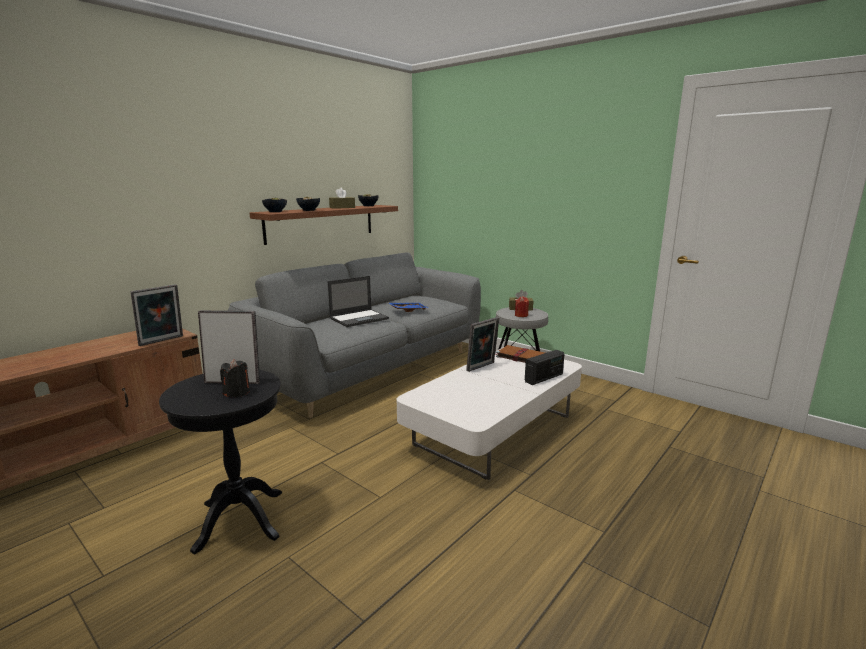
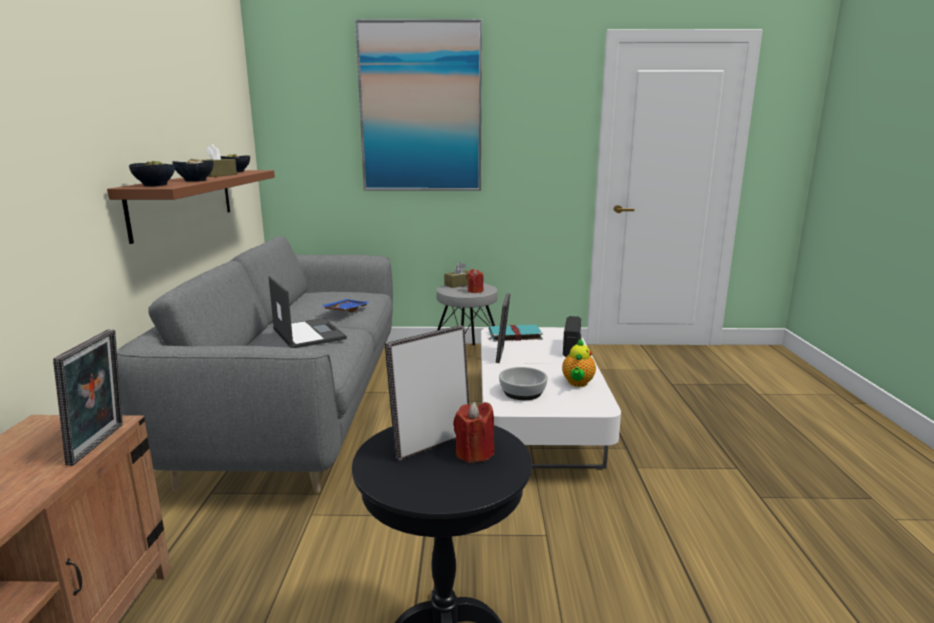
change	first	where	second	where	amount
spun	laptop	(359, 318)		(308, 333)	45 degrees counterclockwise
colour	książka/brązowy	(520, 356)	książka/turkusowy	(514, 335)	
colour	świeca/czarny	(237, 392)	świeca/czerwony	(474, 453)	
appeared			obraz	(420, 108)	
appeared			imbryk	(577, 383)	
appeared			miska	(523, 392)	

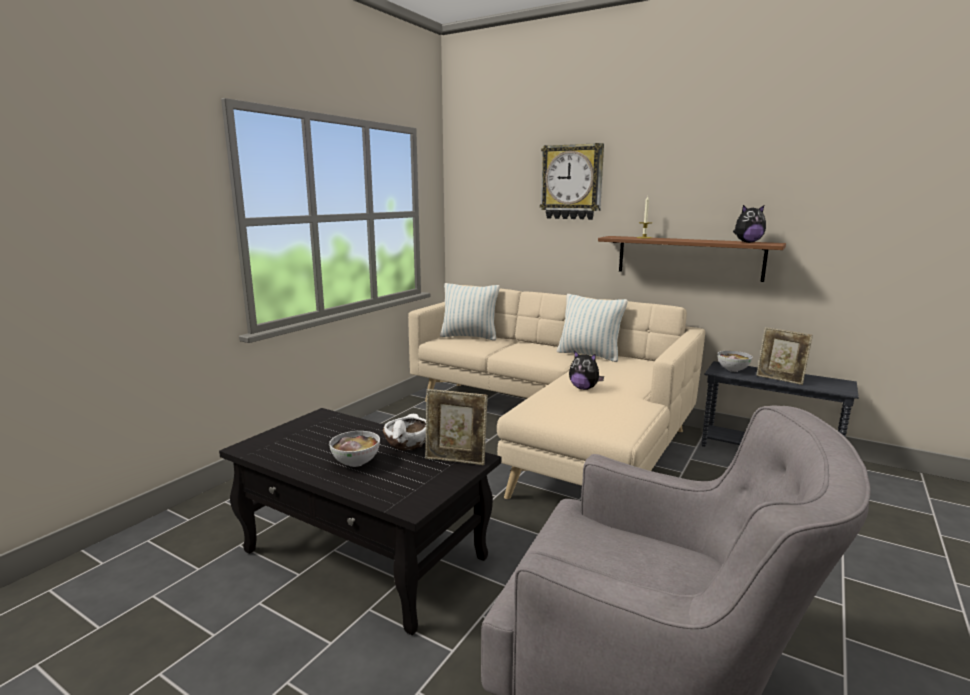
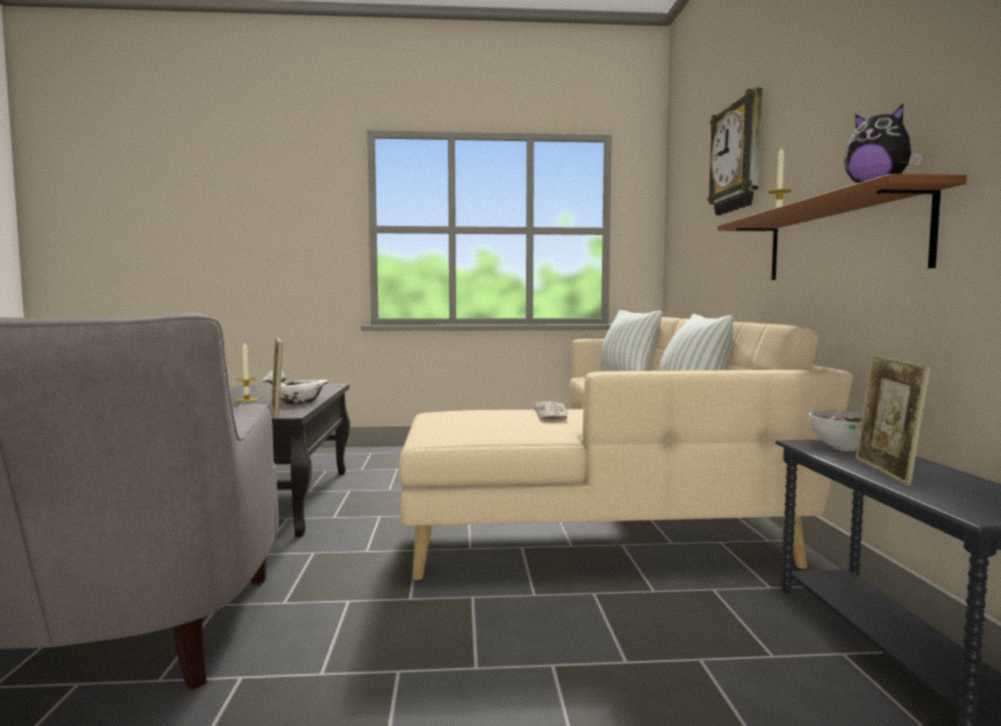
change	first	where	second	where	amount
exchanged	pluszak	(584, 388)	gazeta	(552, 414)	
exchanged	miska	(356, 463)	świeca	(247, 400)	

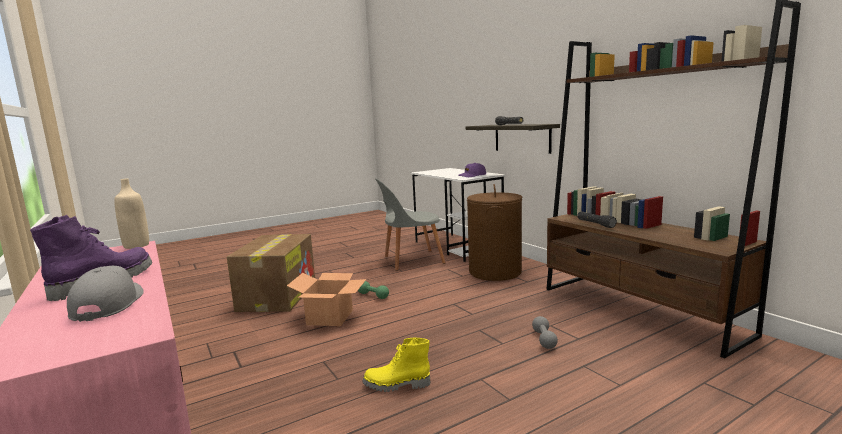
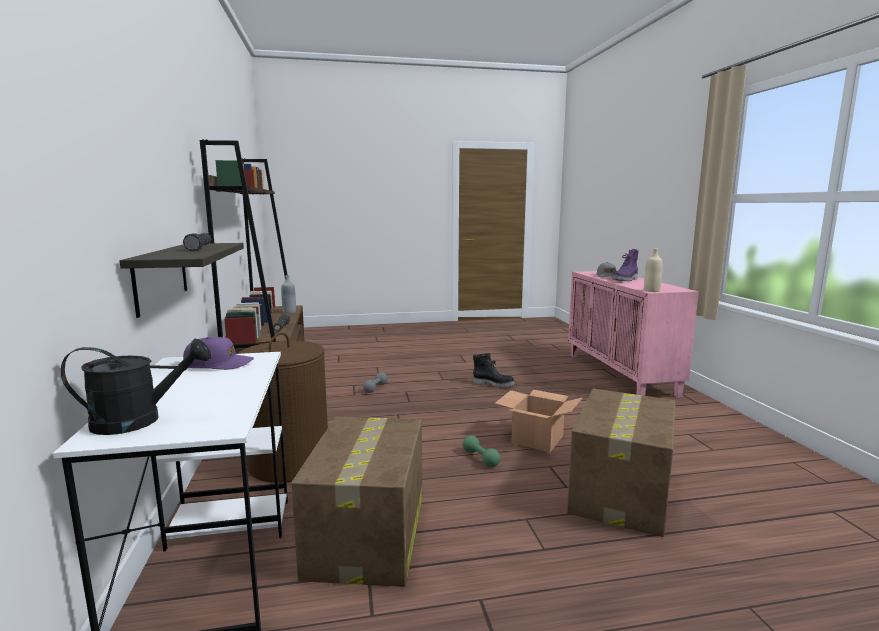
change	first	where	second	where	amount
exchanged	krzesło/szary	(411, 260)	karton	(367, 536)	
colour	but z cholewką/żółty	(396, 385)	but z cholewką/czarny	(493, 384)	
appeared			butelka/szary	(289, 312)	
appeared			konewka/czarny	(139, 420)	

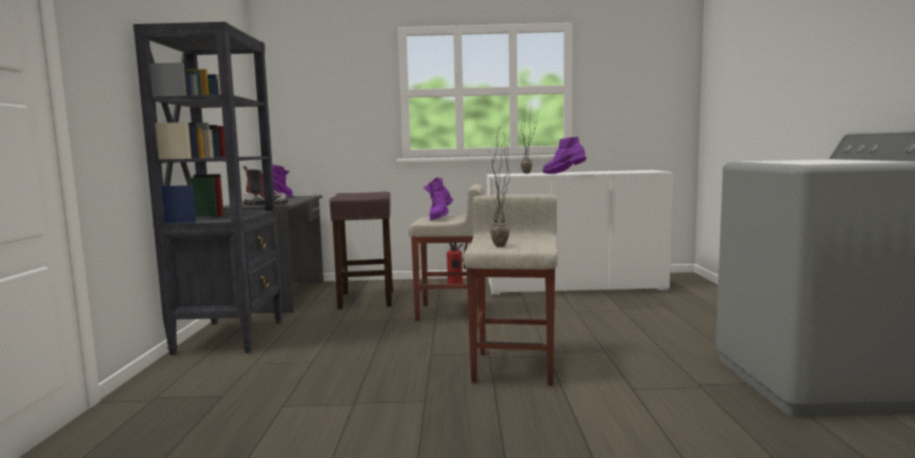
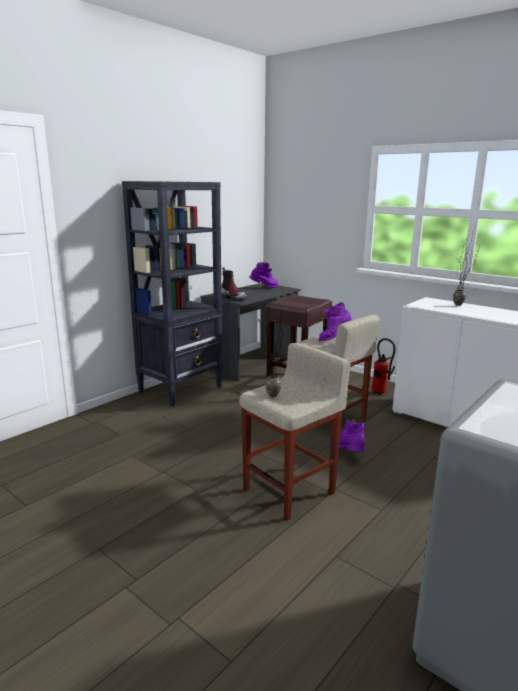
change	first	where	second	where	amount
relocated	but z cholewką/fioletowy	(564, 174)		(347, 455)	

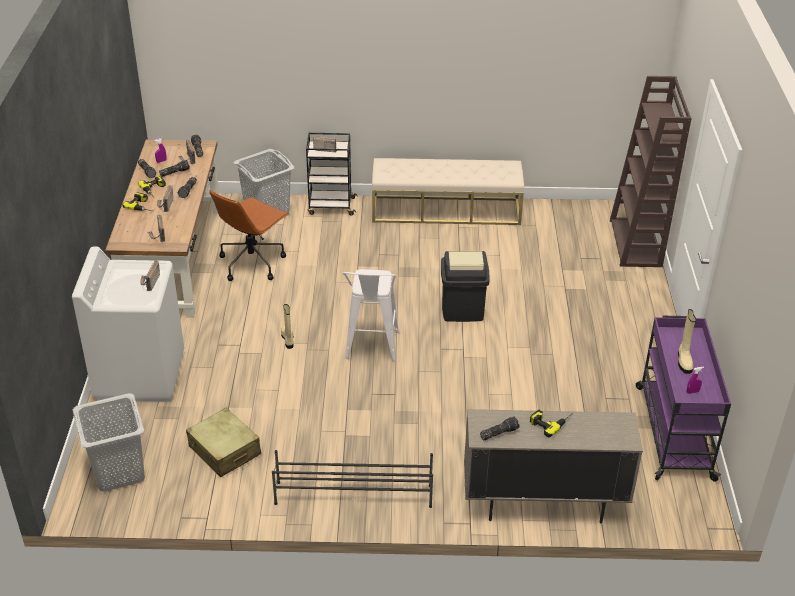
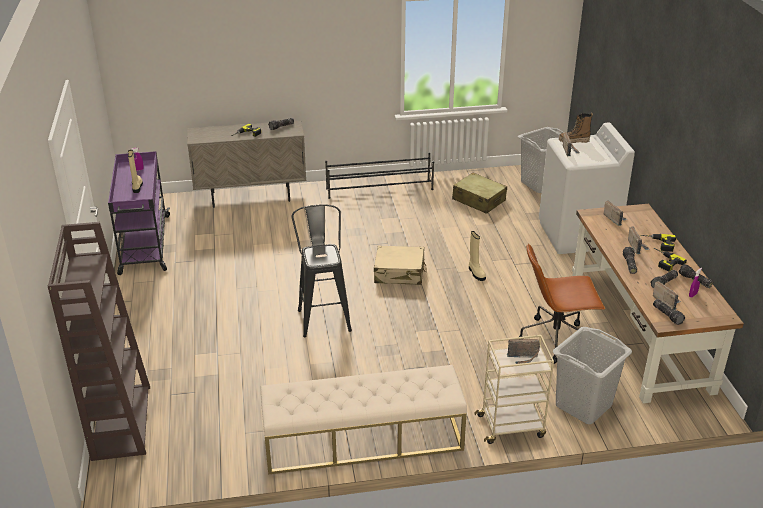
change	first	where	second	where	amount
colour	wózek/czarny	(331, 206)	wózek/beżowy	(511, 426)	
spun	krzesło biurowe/brązowy	(252, 262)		(556, 339)	120 degrees counterclockwise
exchanged	kosz na śmieci/czarny	(462, 310)	stołek/czarny	(323, 316)	
exchanged	stołek/biały	(371, 350)	walizka/beżowy	(399, 273)	
appeared			but z cholewką	(573, 141)	

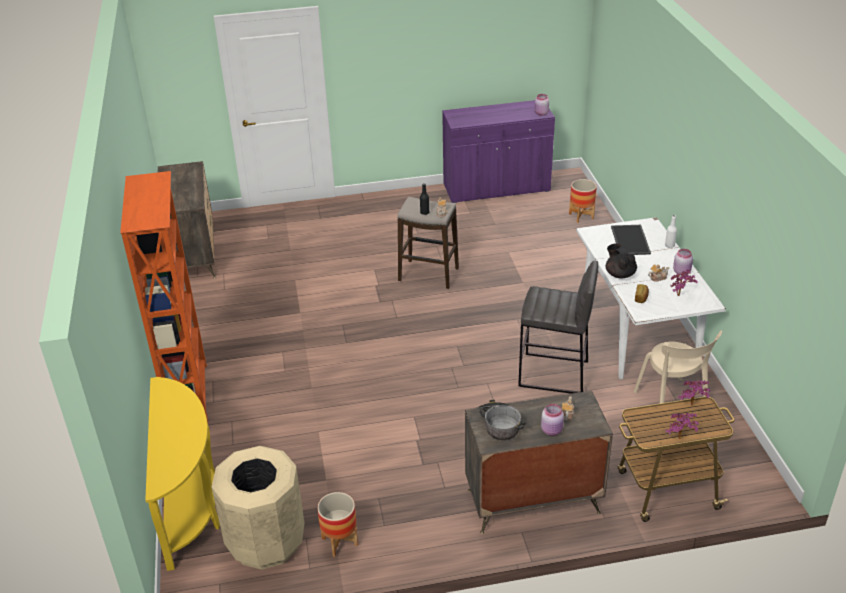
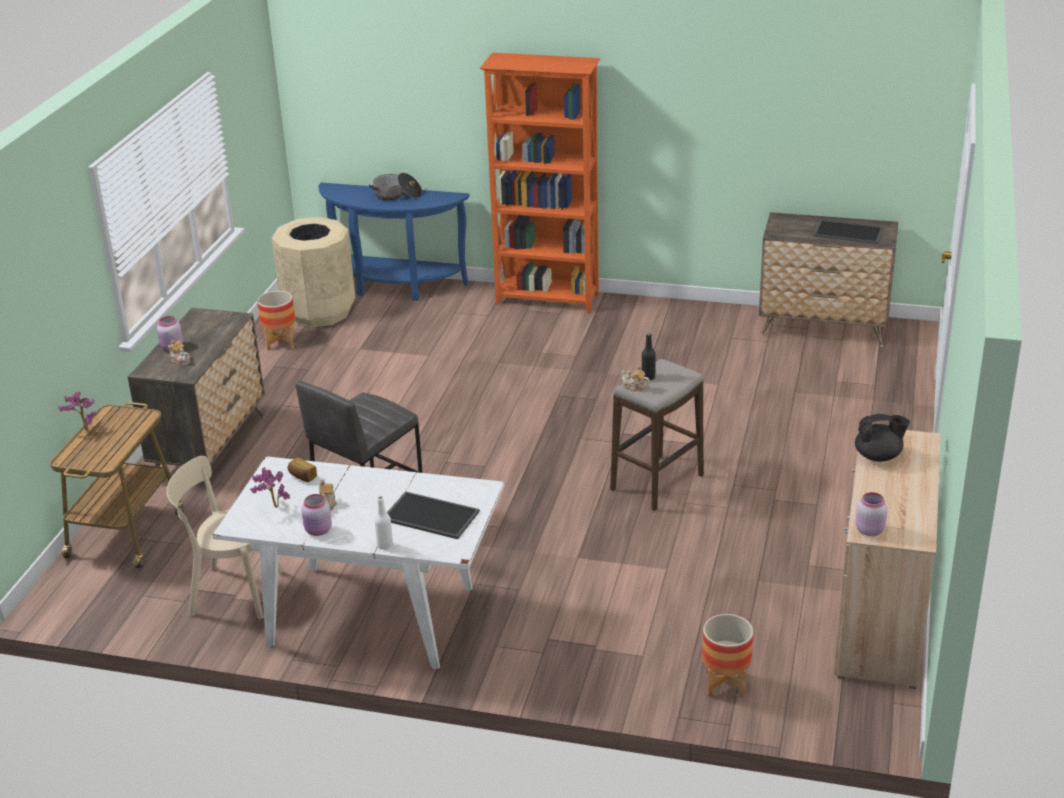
change	first	where	second	where	amount
colour	szafka/fioletowy	(496, 188)	szafka/beżowy	(879, 617)	
relocated	imbryk/czarny	(619, 274)		(878, 456)	
colour	stolik konsolowy/żółty	(191, 507)	stolik konsolowy/niebieski	(395, 286)	
missing	roślina doniczkowa	(692, 406)			
relocated	garnek	(499, 425)		(397, 195)	
appeared			taca	(849, 232)	

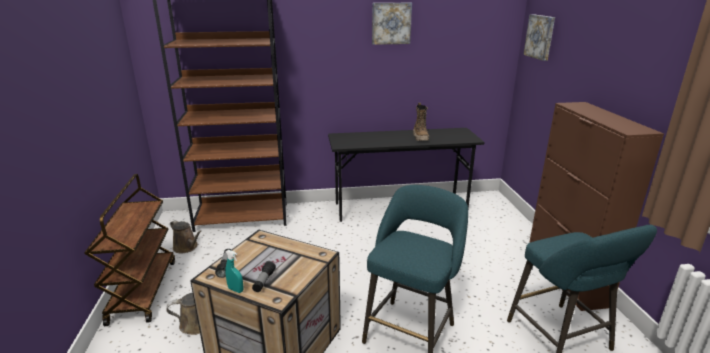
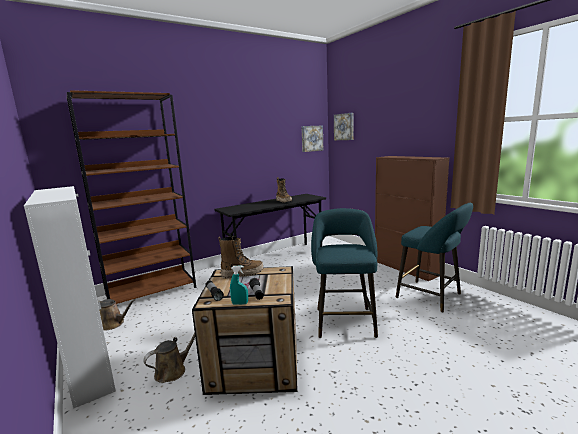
change	first	where	second	where	amount
relocated	obraz	(391, 23)		(311, 138)	
exchanged	wózek/brązowy	(143, 290)	szafka/biały	(91, 367)	
appeared			but z cholewką	(242, 274)	

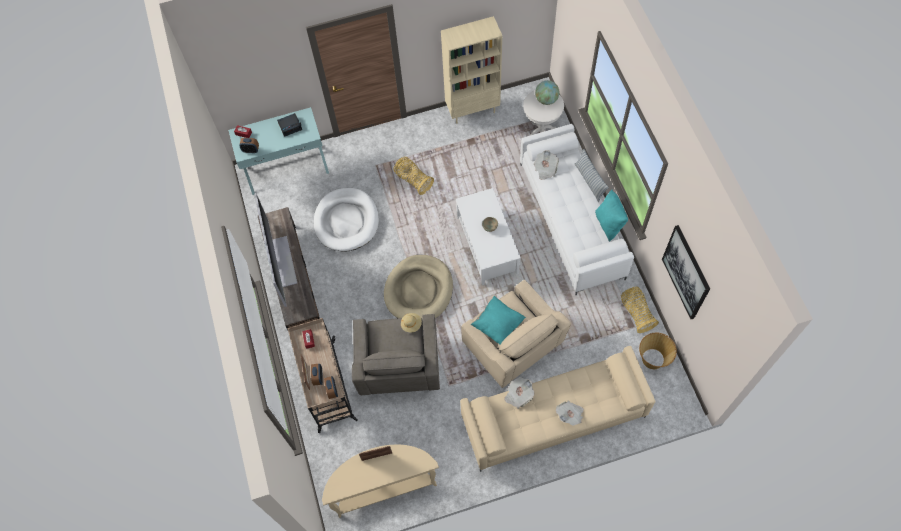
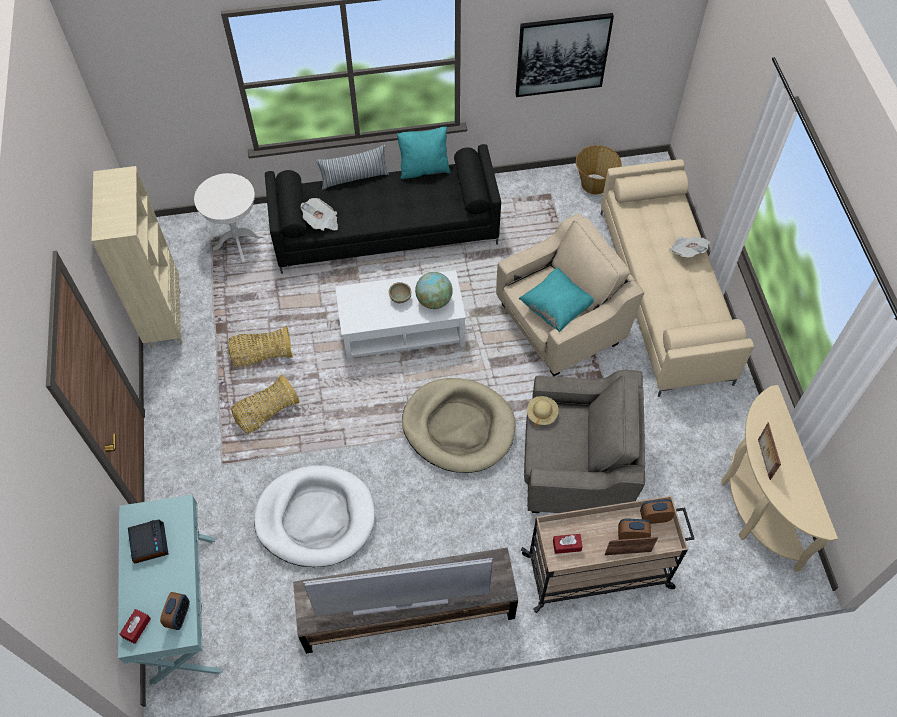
change	first	where	second	where	amount
relocated	globus	(546, 99)		(434, 301)	
colour	kanapa/biały	(572, 220)	kanapa/czarny	(386, 230)	
relocated	koszyk	(636, 313)		(262, 355)	
missing	gazeta	(518, 395)			

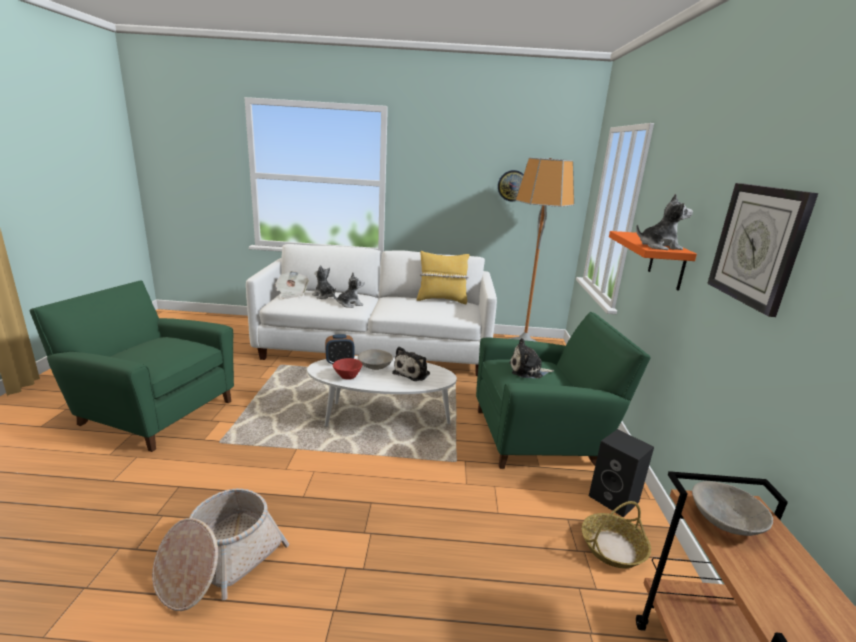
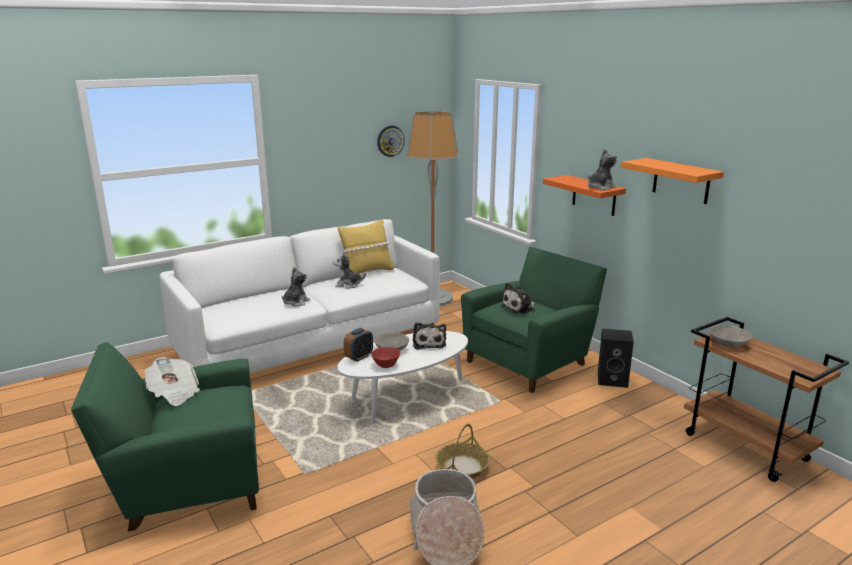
change	first	where	second	where	amount
exchanged	zegar ścienny	(757, 245)	półka/pomarańczowy	(681, 181)	
relocated	pluszak	(324, 296)		(348, 285)	
relocated	gazeta	(291, 294)		(174, 393)	
relocated	koszyk	(613, 547)		(462, 467)	

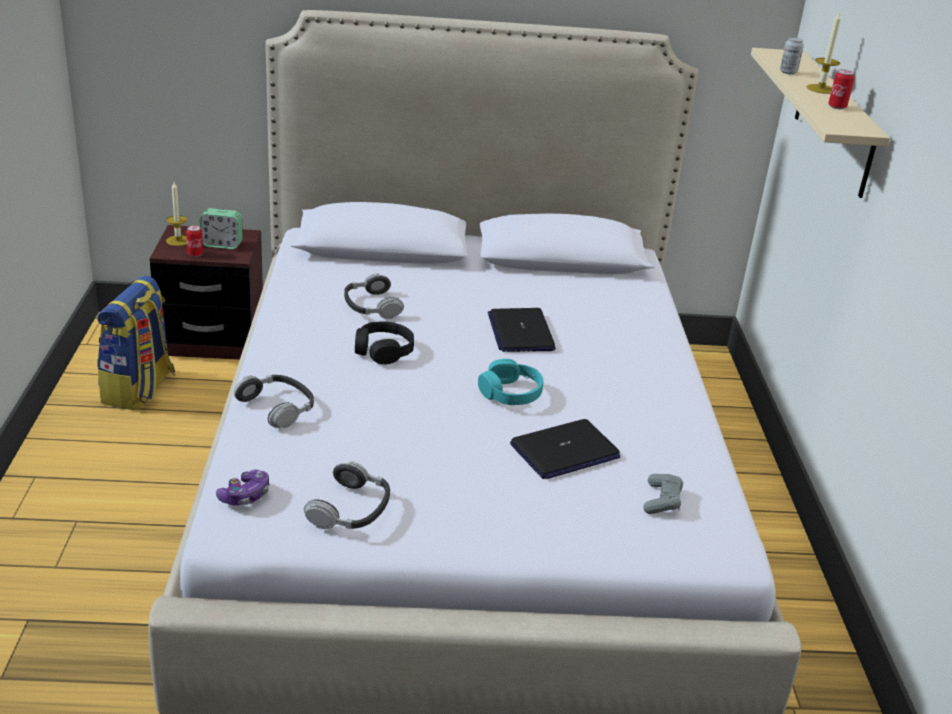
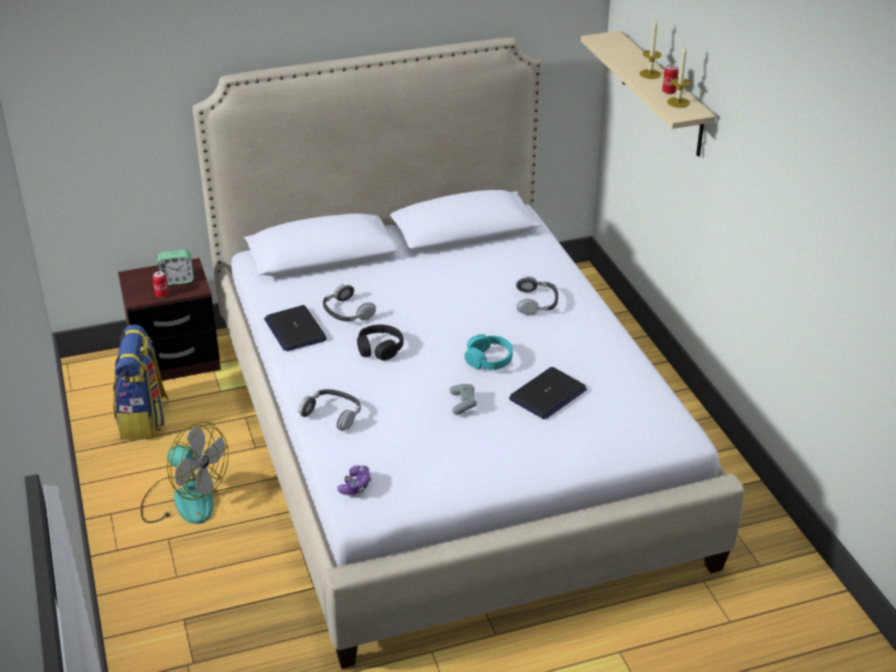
change	first	where	second	where	amount
missing	puszka	(788, 72)			
relocated	świeca	(178, 241)		(678, 102)	
relocated	laptop	(520, 332)		(295, 329)	
relocated	słuchawki	(351, 509)		(536, 302)	
relocated	pad do gier/szary	(662, 501)		(463, 403)	
appeared			wentylator	(184, 499)	

